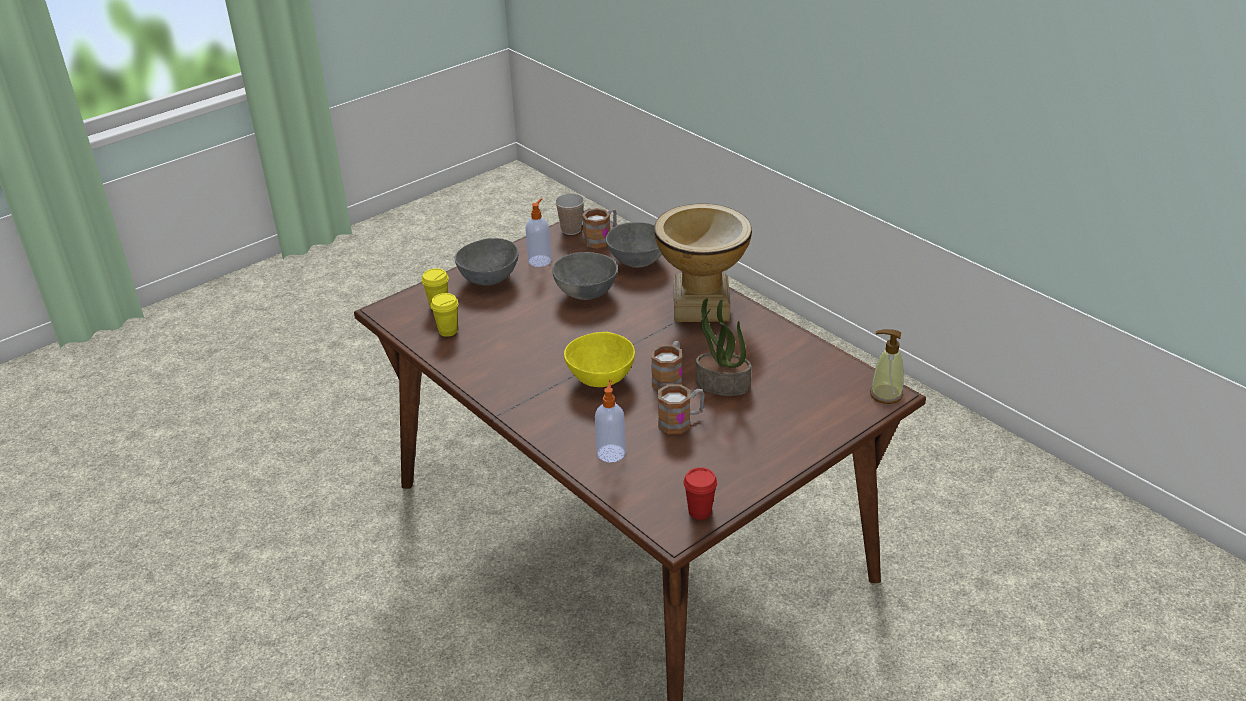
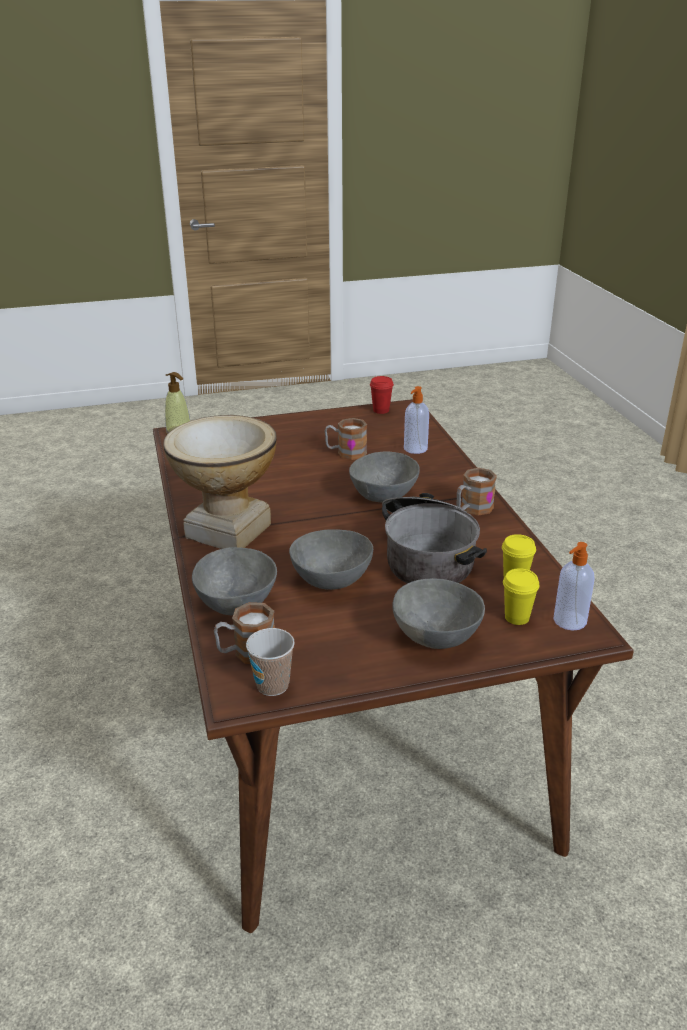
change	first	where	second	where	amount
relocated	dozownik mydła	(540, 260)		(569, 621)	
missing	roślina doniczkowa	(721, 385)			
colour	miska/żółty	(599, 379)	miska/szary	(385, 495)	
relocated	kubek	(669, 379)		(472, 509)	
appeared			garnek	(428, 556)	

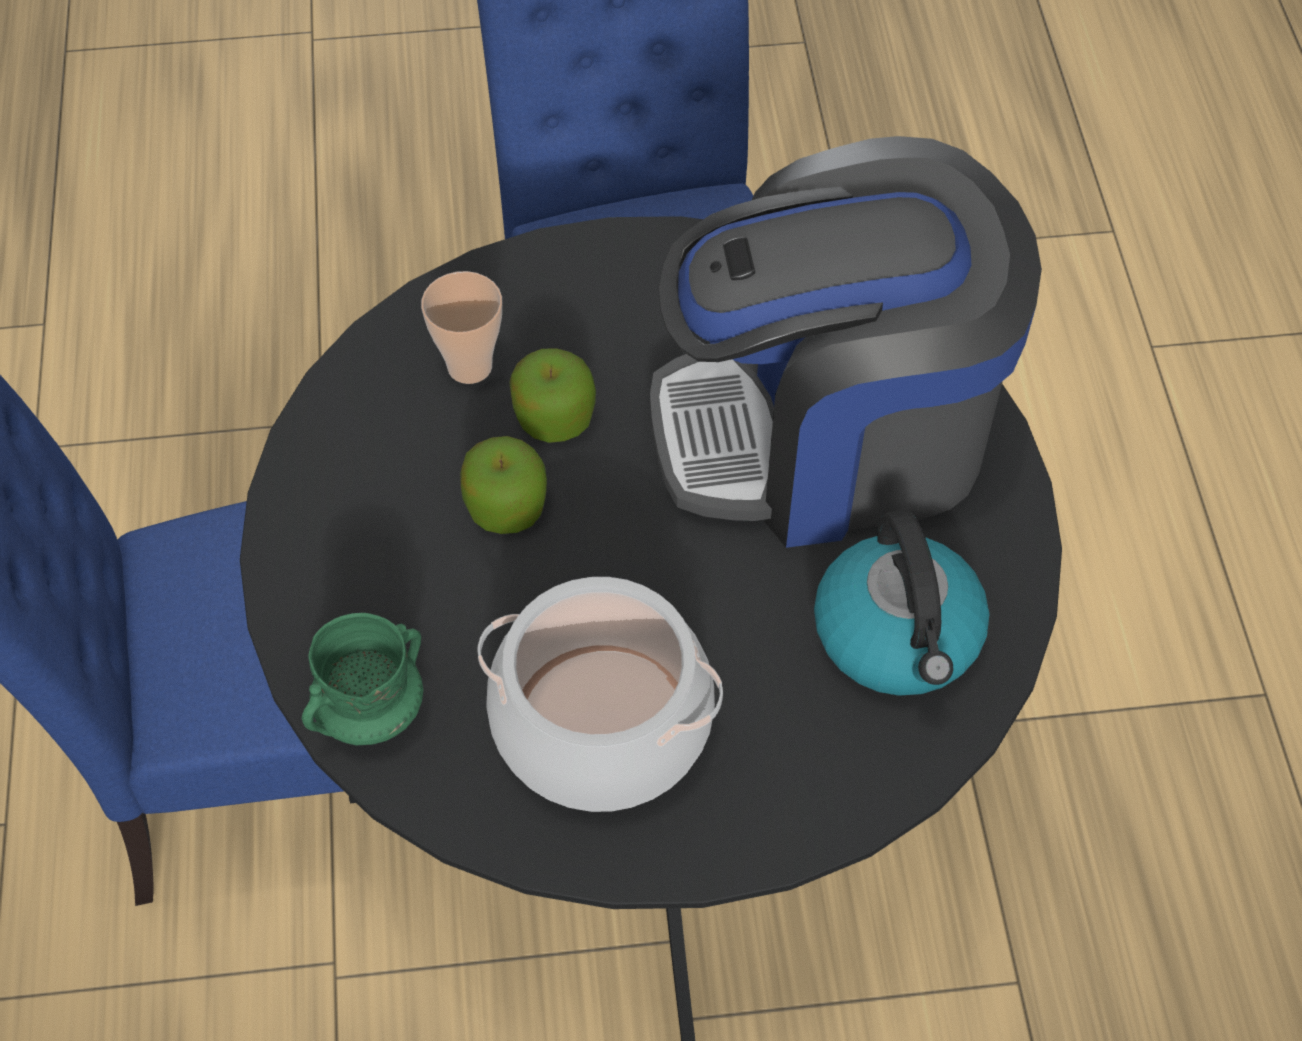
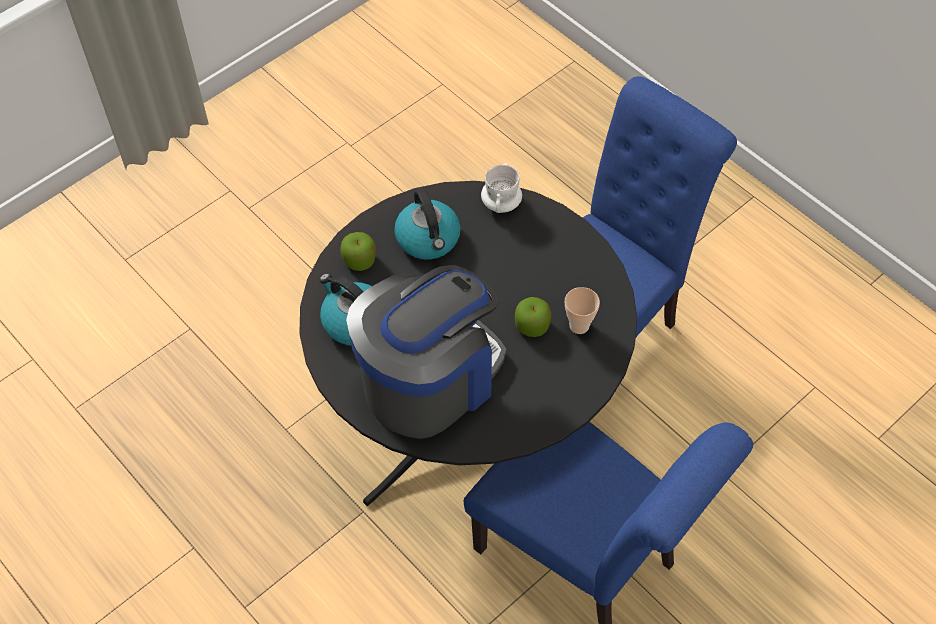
change	first	where	second	where	amount
relocated	jabłko	(506, 506)		(359, 260)	
exchanged	garnek	(600, 726)	czajnik	(428, 239)	
colour	kubek/zielony	(371, 712)	kubek/biały	(501, 203)	

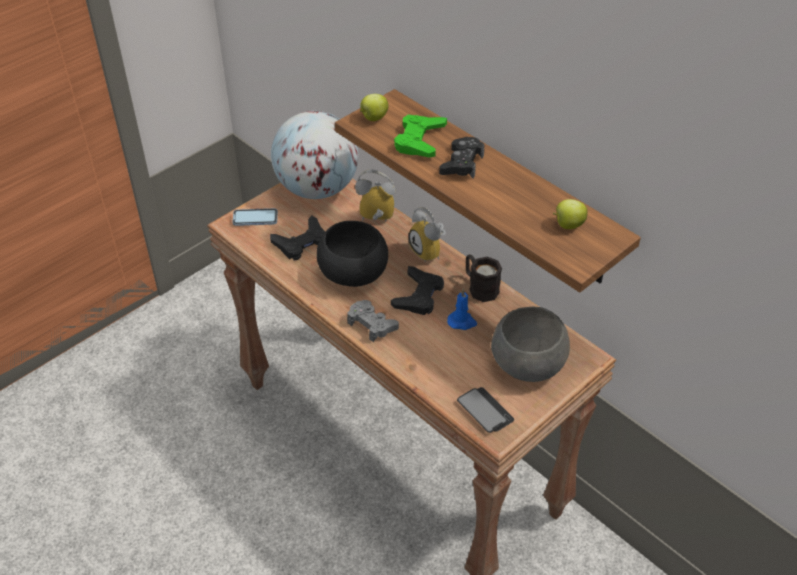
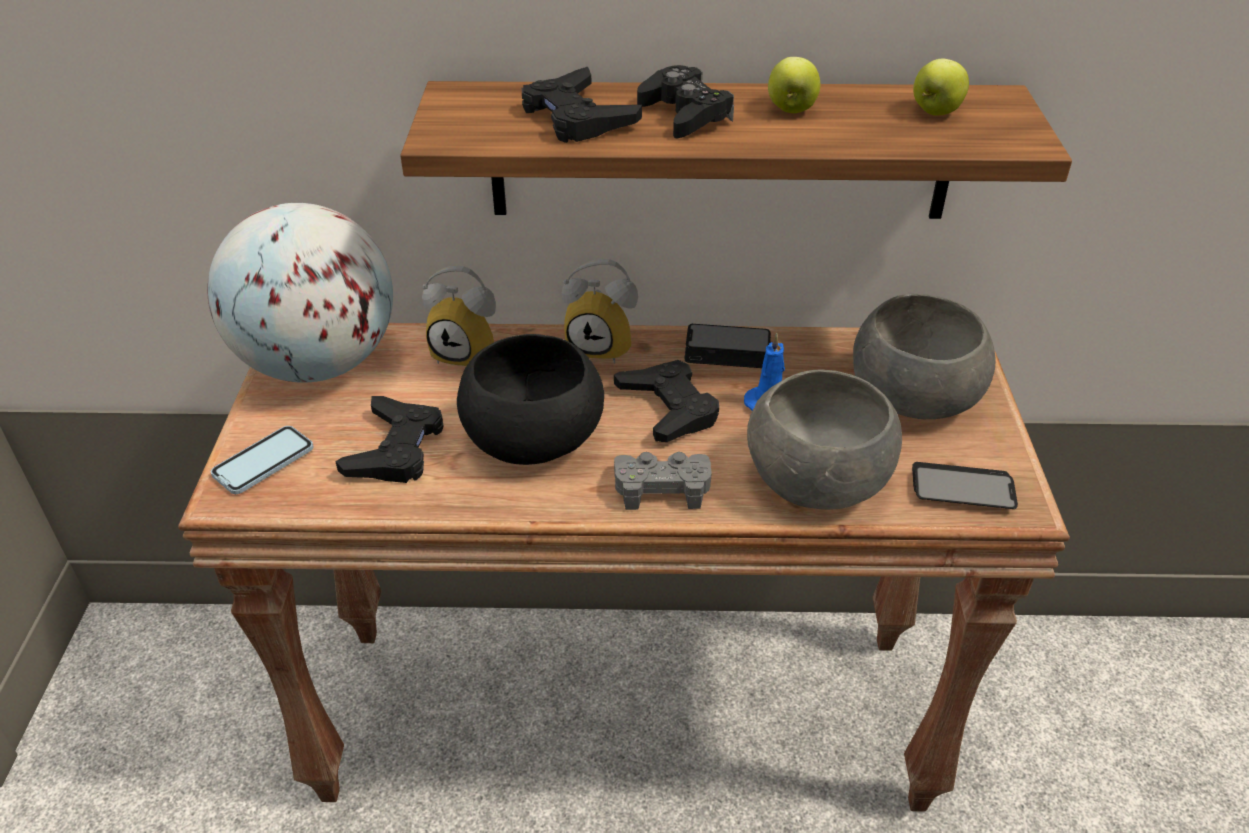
change	first	where	second	where	amount
relocated	jabłko	(373, 118)		(791, 110)	
colour	pad do gier/zielony	(419, 140)	pad do gier/czarny	(577, 117)	
spun	budzik	(375, 220)		(470, 354)	120 degrees counterclockwise
exchanged	kubek/czarny	(479, 287)	telefon	(727, 349)	
appeared			miska/szary	(817, 479)	

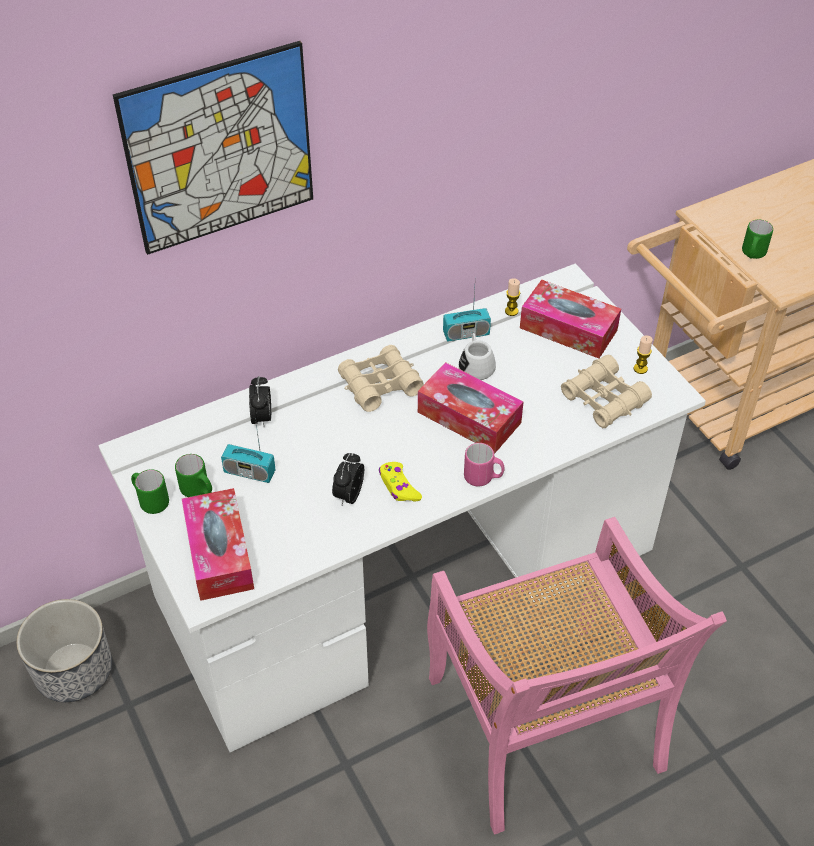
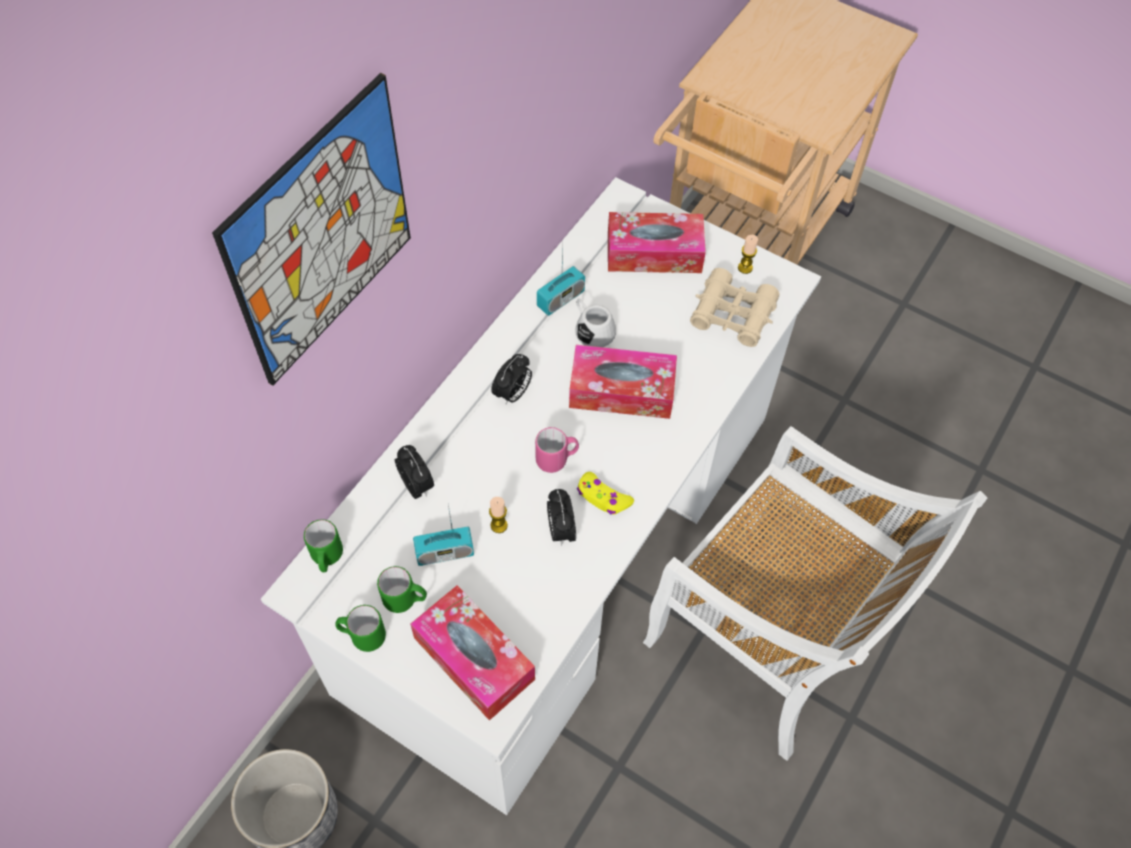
change	first	where	second	where	amount
relocated	kubek/zielony	(752, 254)		(327, 558)	
relocated	świeca	(511, 311)		(499, 525)	
exchanged	lornetka/beżowy	(380, 385)	budzik	(512, 394)	
relocated	kubek/różowy	(483, 478)		(557, 459)	
colour	krzesło/różowy	(545, 728)	krzesło/biały	(771, 637)	

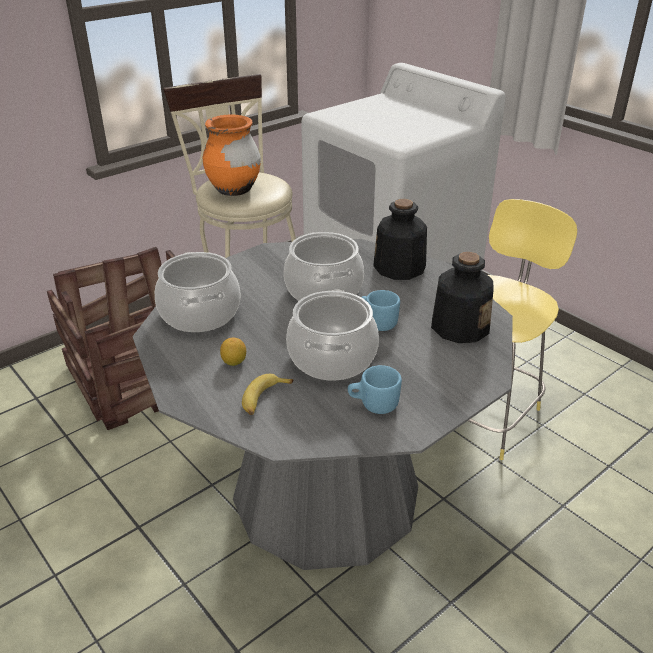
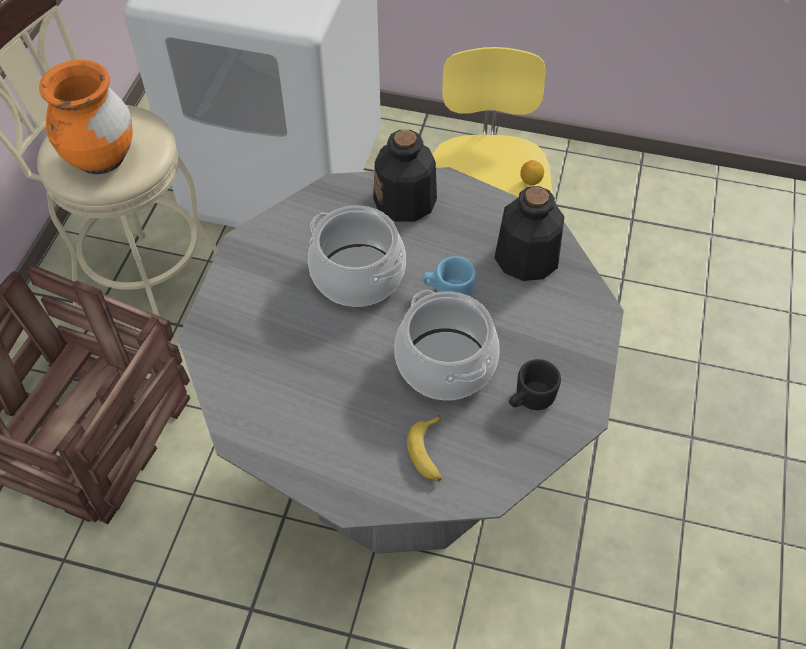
change	first	where	second	where	amount
missing	garnek	(200, 313)			
relocated	cytryna	(234, 362)		(531, 181)	
colour	kubek/niebieski	(373, 404)	kubek/czarny	(529, 399)	

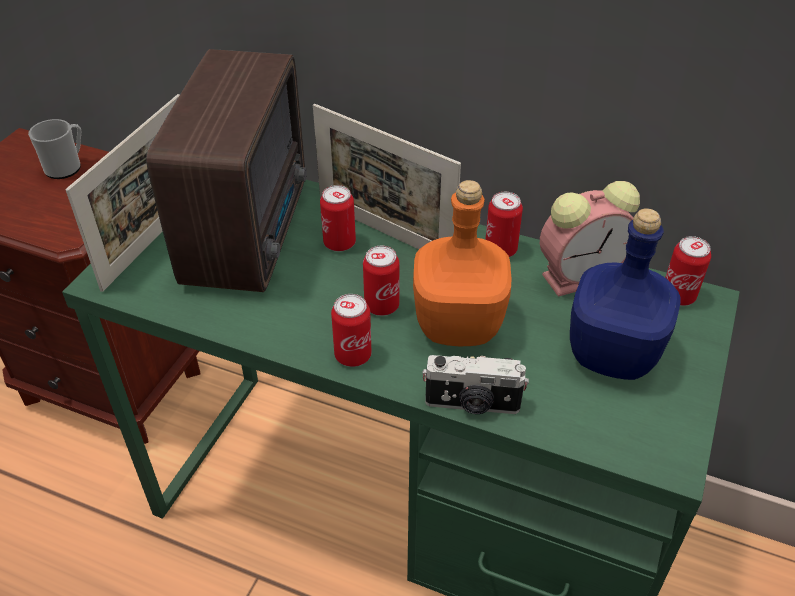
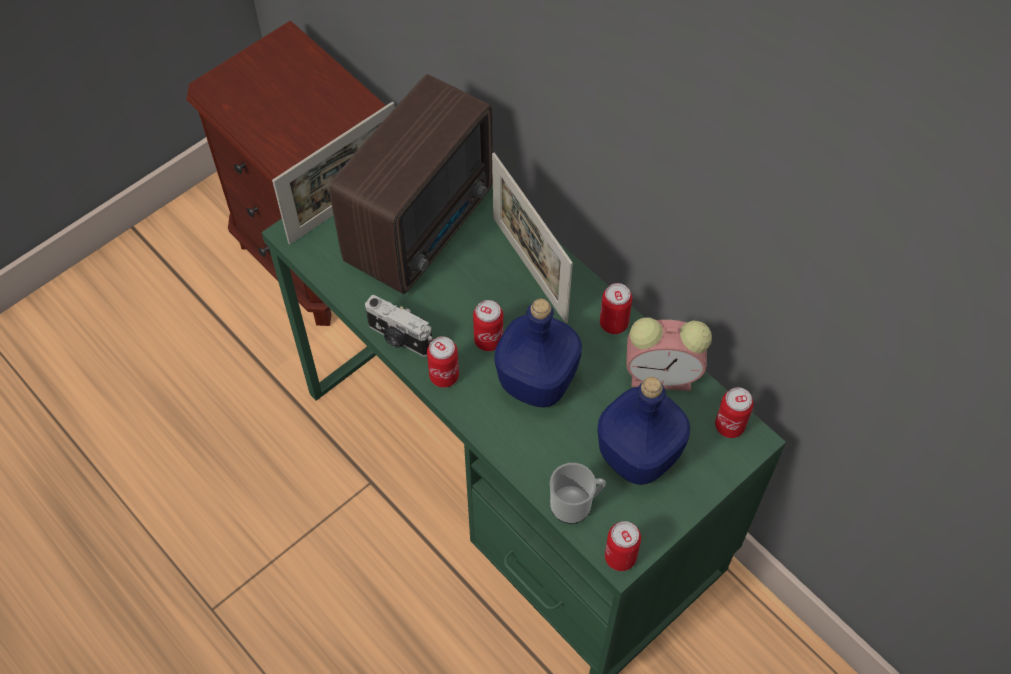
change	first	where	second	where	amount
relocated	kubek	(67, 167)		(575, 504)	
colour	butelka/pomarańczowy	(458, 326)	butelka/niebieski	(536, 382)	
relocated	puszka	(339, 243)		(620, 557)	
relocated	aparat fotograficzny	(472, 404)		(399, 338)	

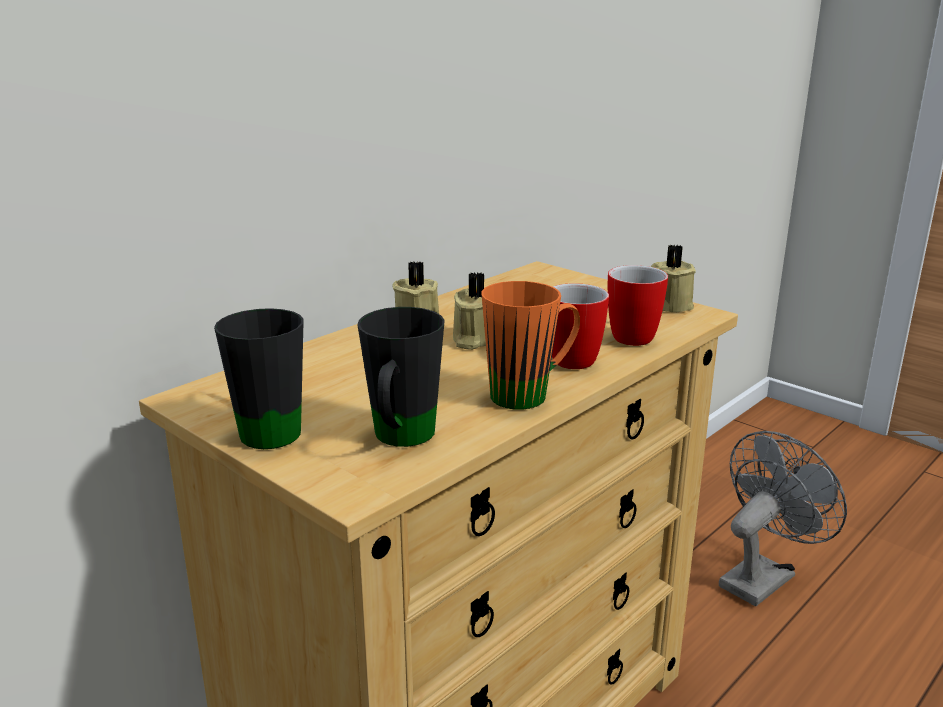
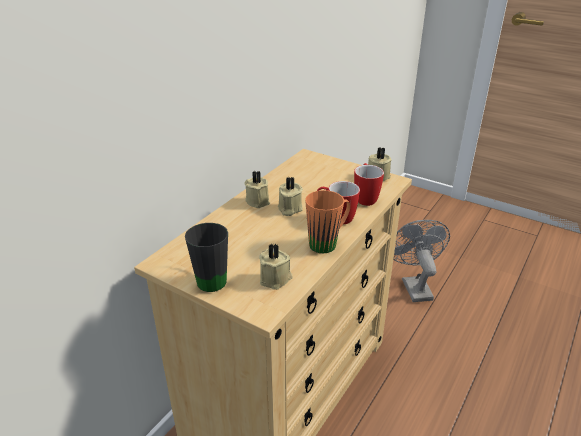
change	first	where	second	where	amount
exchanged	kubek/czarny	(400, 441)	świeca/beżowy	(276, 279)	
spun	wentylator/szary	(762, 576)		(414, 286)	45 degrees counterclockwise

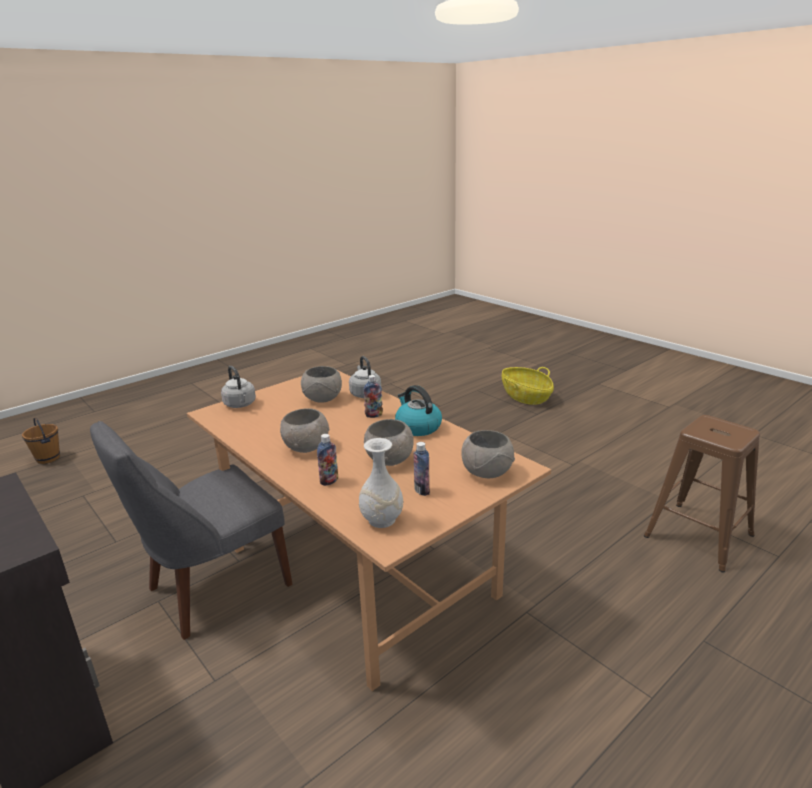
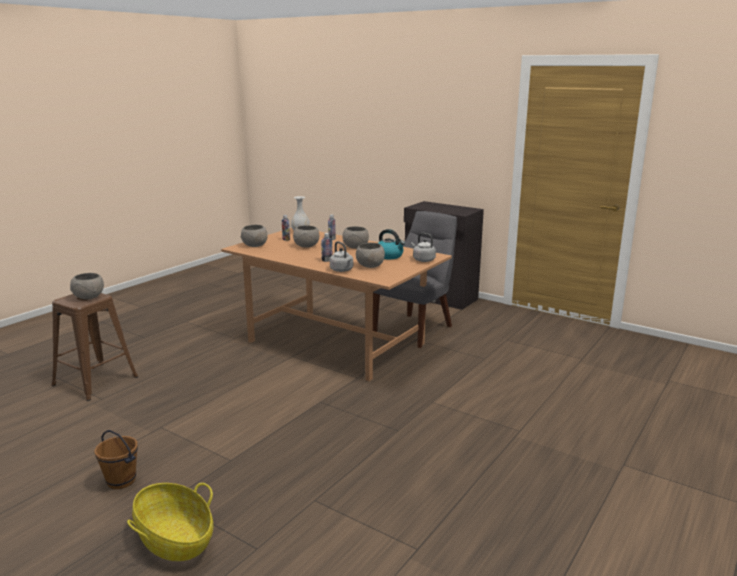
change	first	where	second	where	amount
relocated	czajnik	(417, 427)		(389, 256)	
relocated	wiadro/brązowy	(47, 458)		(122, 481)	
appeared			miska/szary	(89, 297)	

